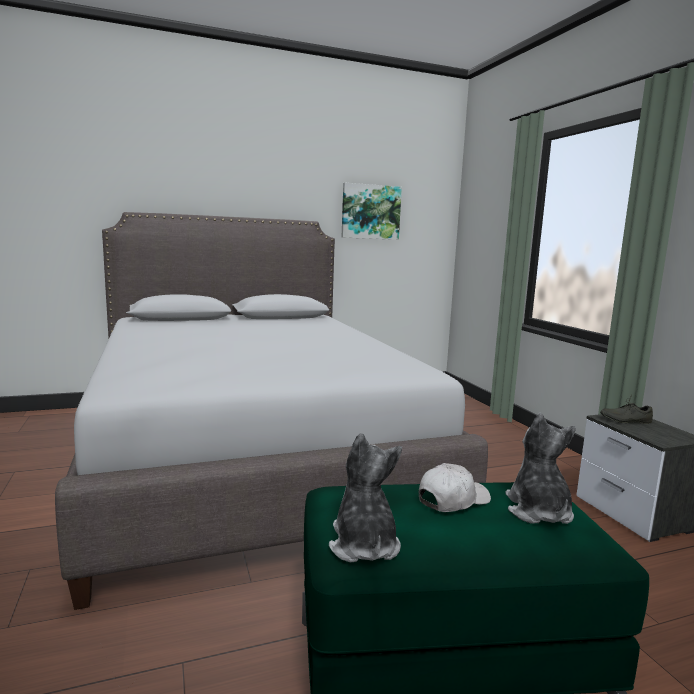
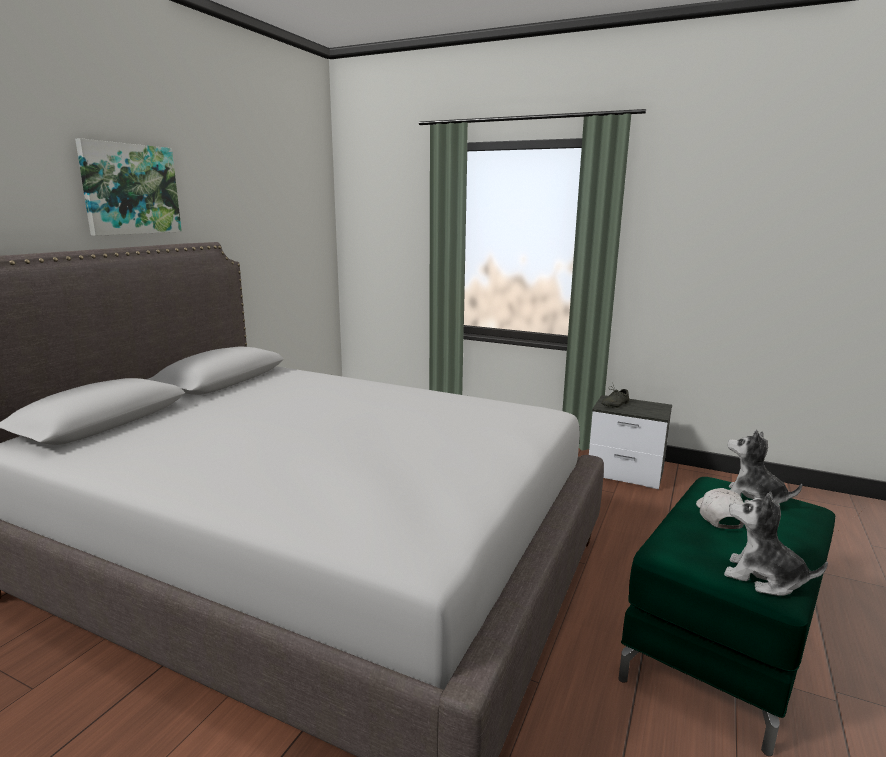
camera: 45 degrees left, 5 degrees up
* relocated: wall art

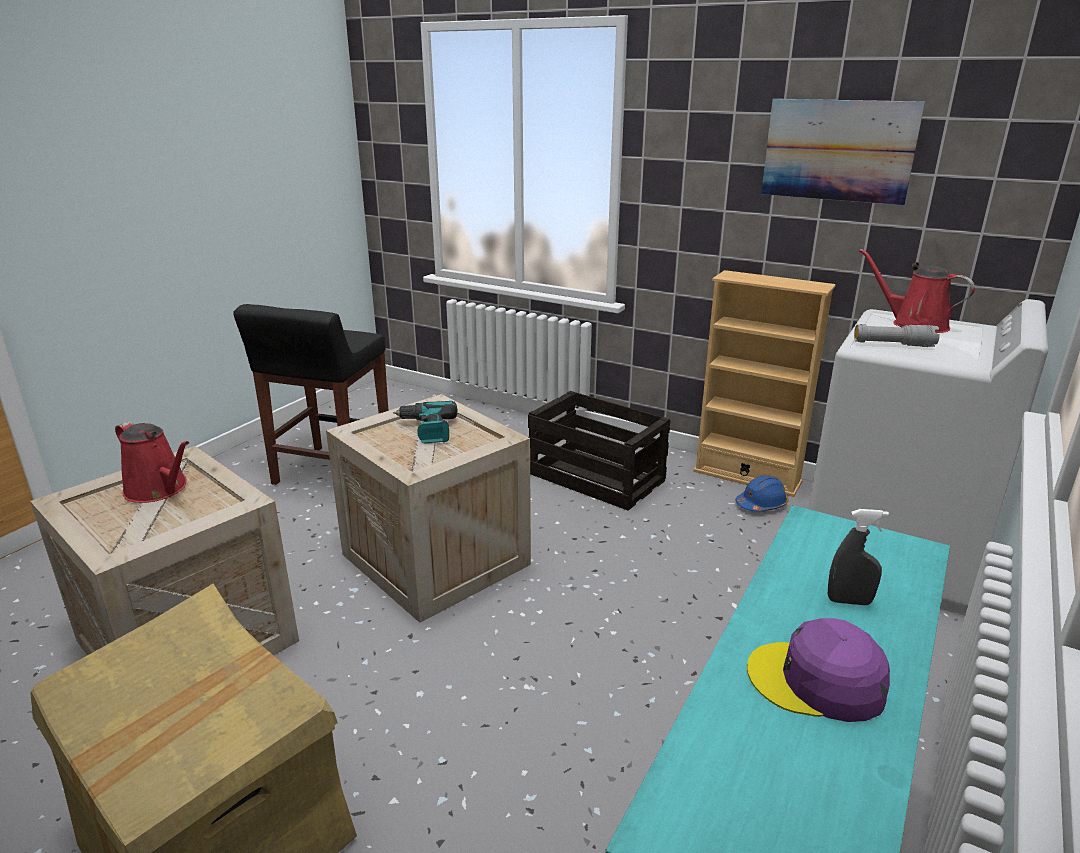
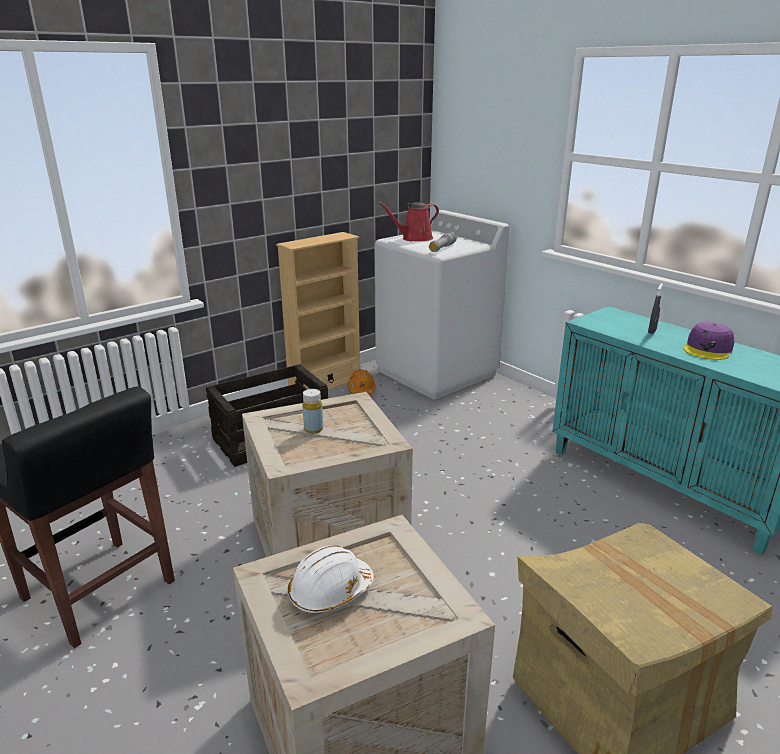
camera: 70 degrees left, 0 degrees up
* exchanged: red-coloured watering pot (no. 1 from left) to white hard hat
* exchanged: drill to yellow bottle
* colour: blue-coloured hard hat to orange-coloured hard hat
* missing: wall art

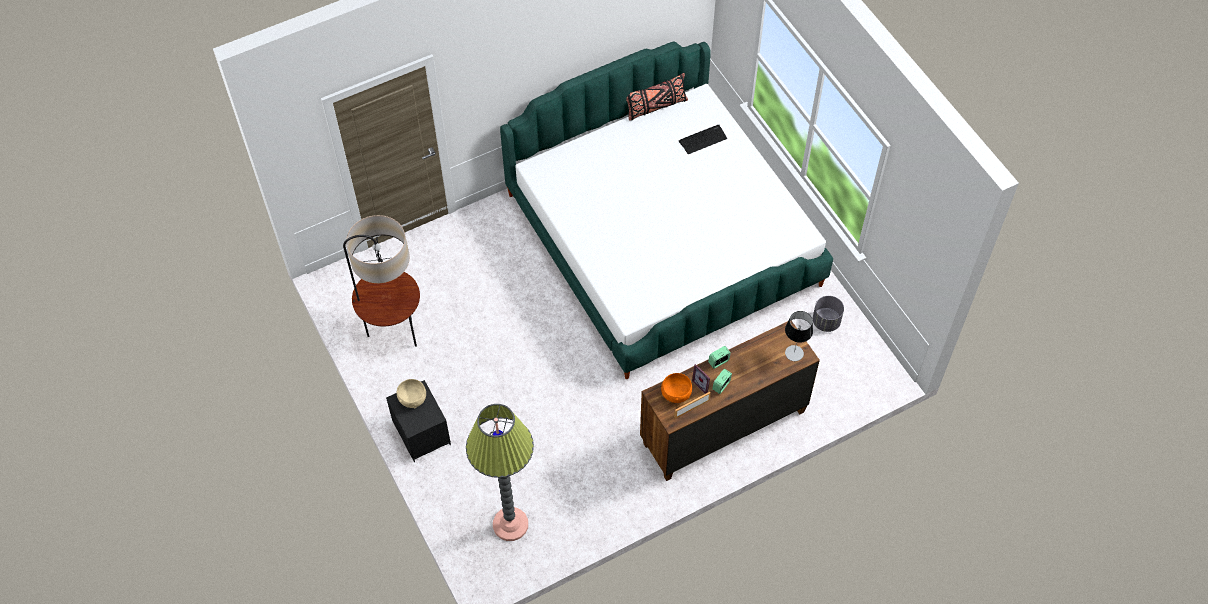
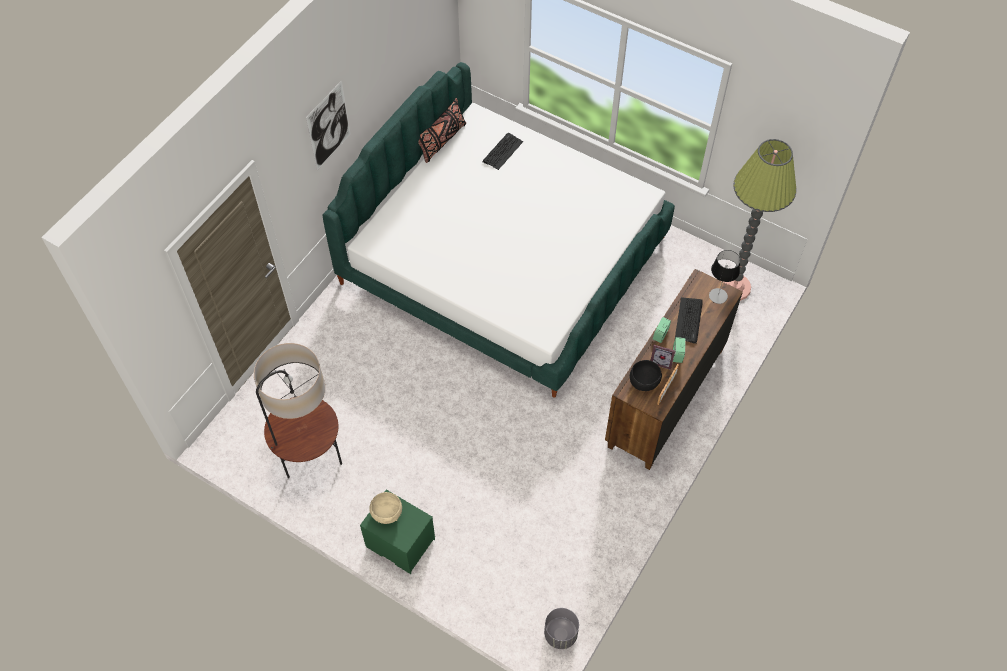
camera: 30 degrees left, 0 degrees up
* appeared: wall art
* colour: blackish nightstand to green-coloured nightstand
* relocated: greyish planter
* colour: orange-coloured deep dish to blackish deep dish
* appeared: keyboard (no. 2 from left)
* relocated: floor lamp (no. 2 from left)

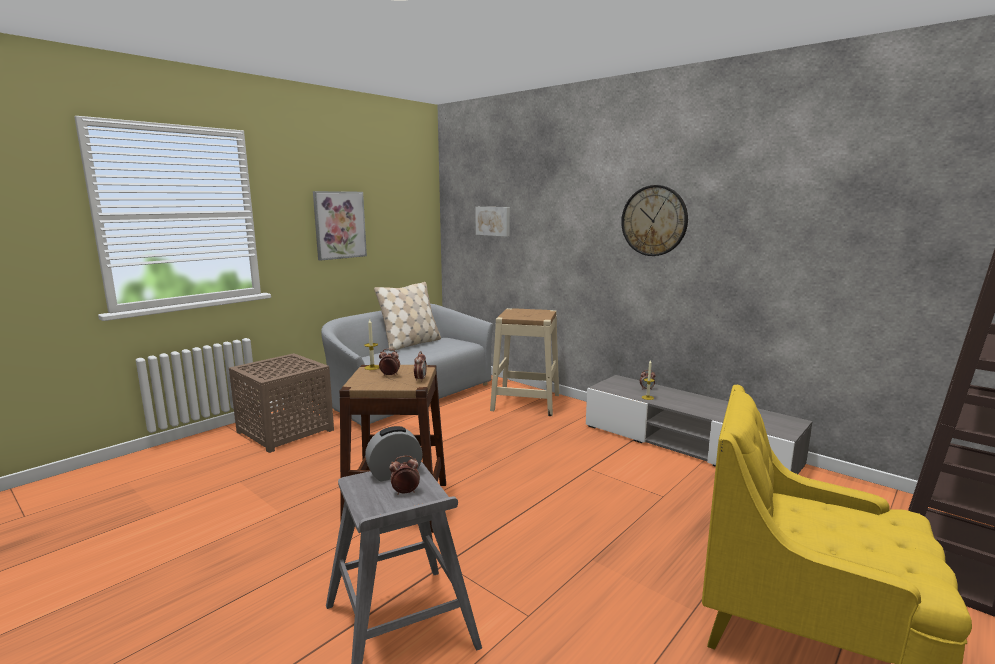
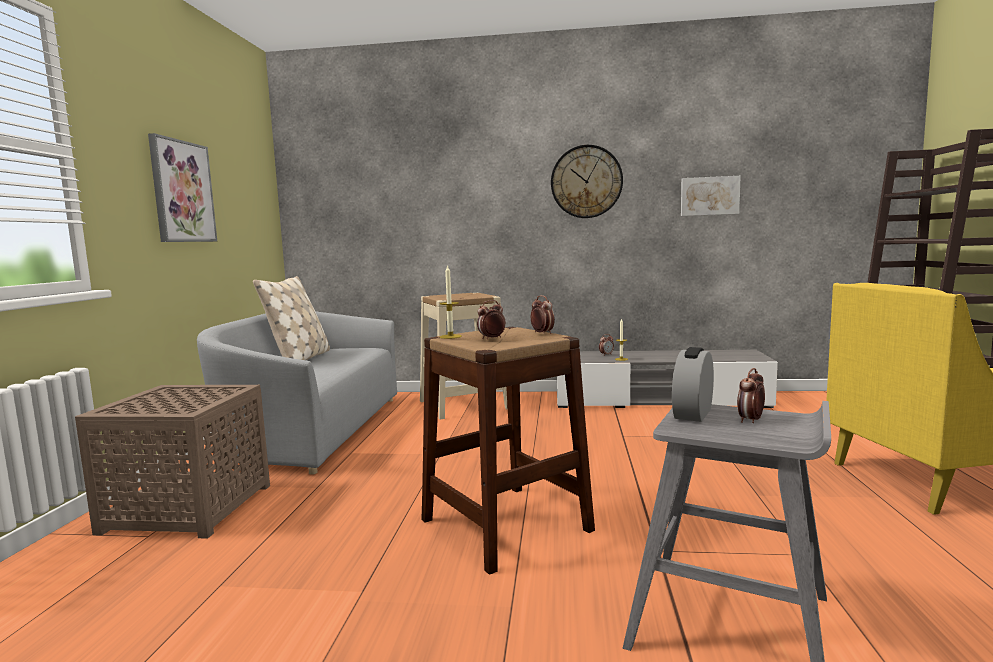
camera: 35 degrees left, 5 degrees down
* relocated: wall art (no. 2 from left)

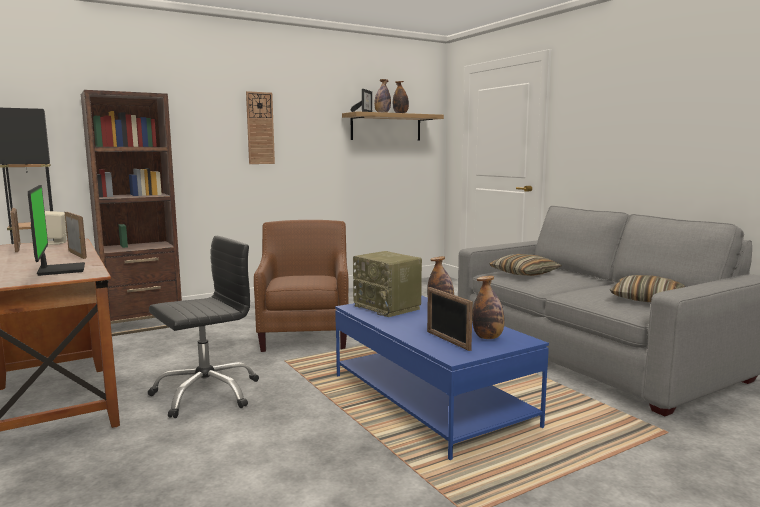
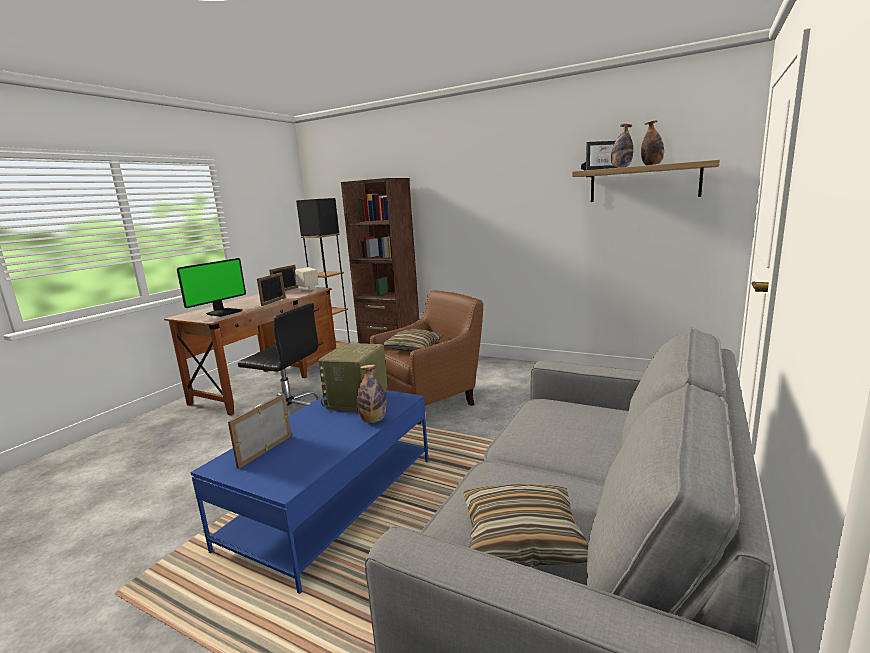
camera: 60 degrees right, 5 degrees up
* relocated: throw pillow (no. 1 from left)
* missing: clock on the wall
* missing: bottle (no. 4 from left)

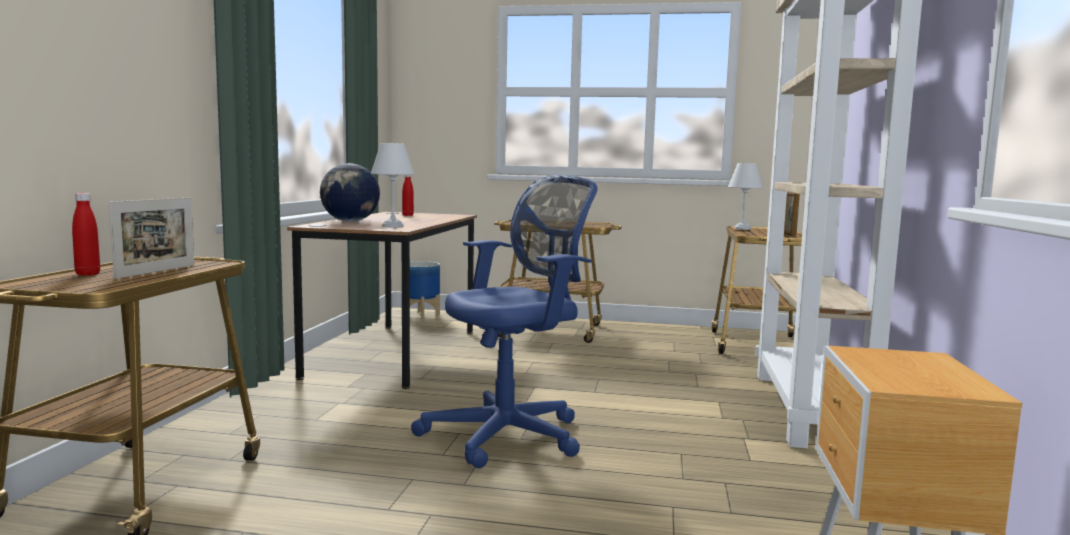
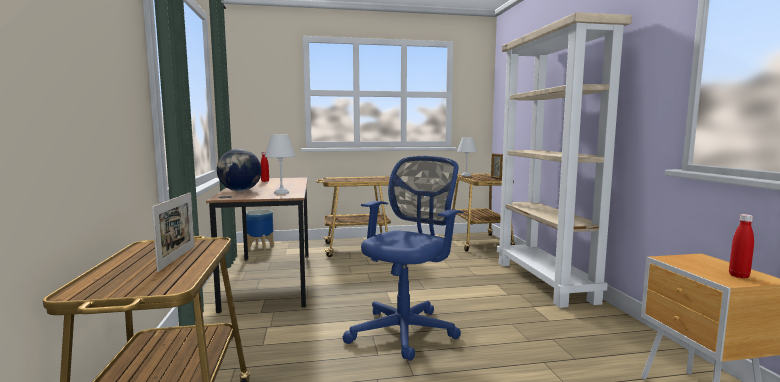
camera: 20 degrees left, 0 degrees up
* relocated: red-coloured bottle (no. 1 from left in the first image) to red-coloured bottle (no. 2 from left)

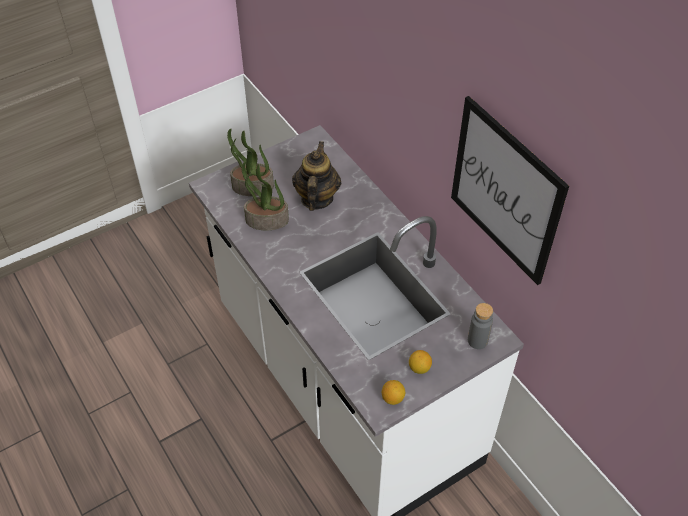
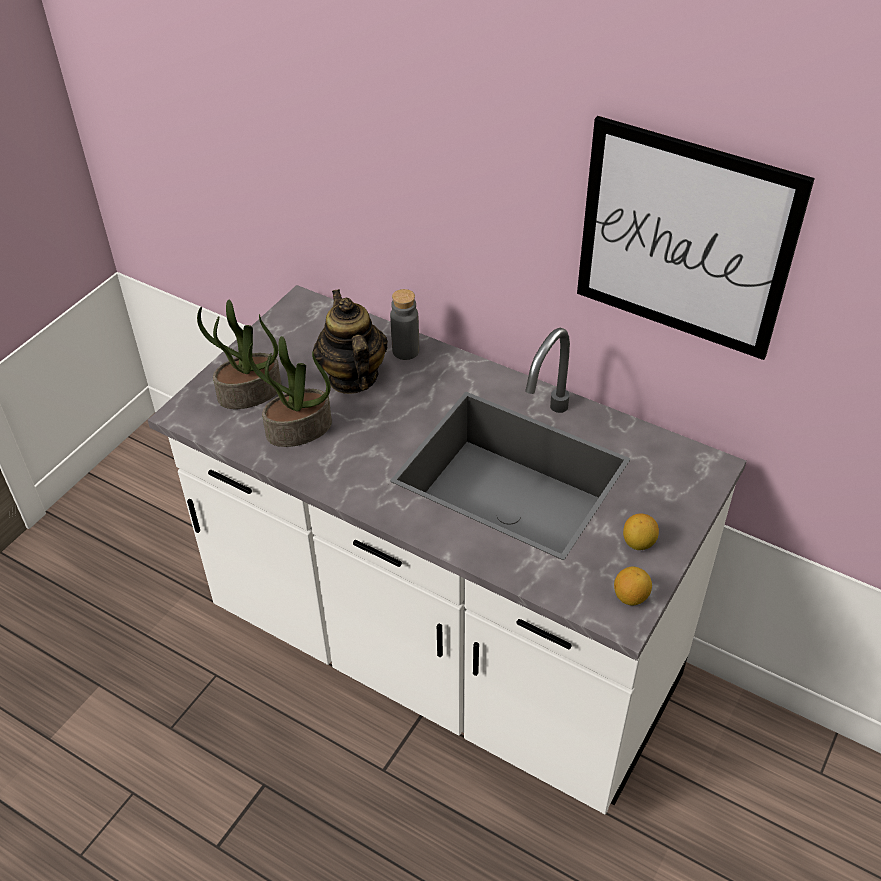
camera: 25 degrees left, 5 degrees down
* relocated: greyish bottle

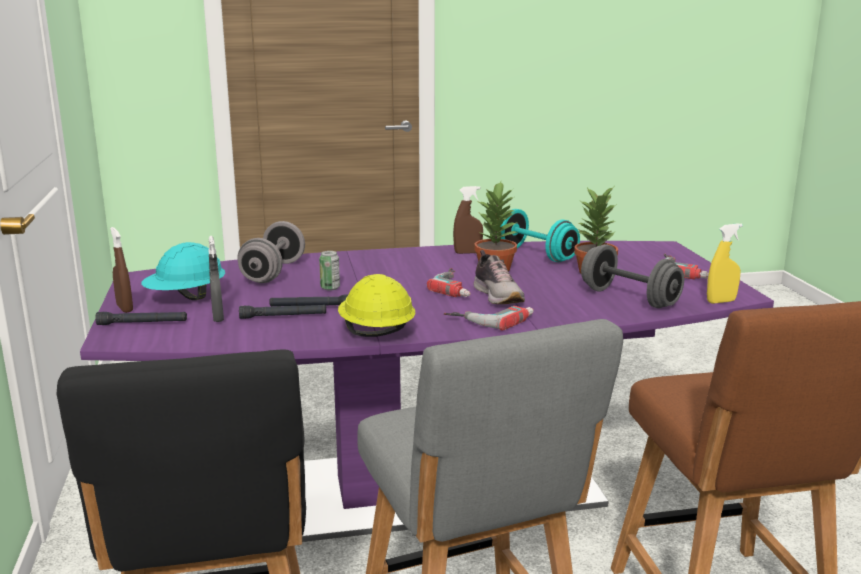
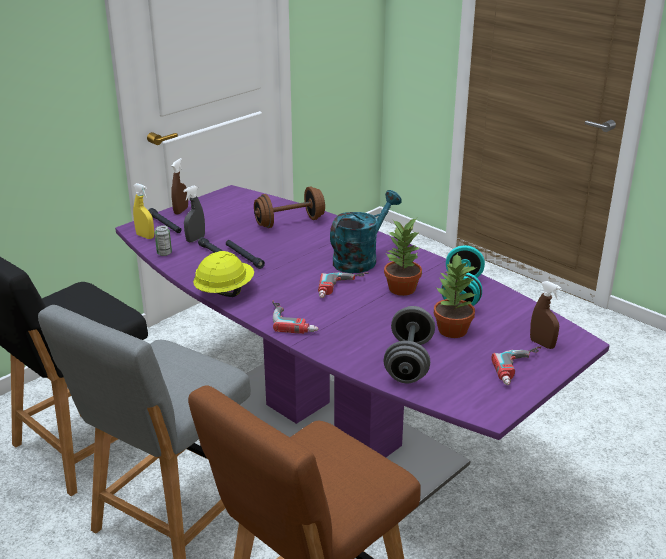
camera: 55 degrees right, 10 degrees up
* relocated: yellow spray bottle
* relocated: metal can
* colour: greyish free weight (no. 1 from left) to brown free weight
* appeared: turquoise watering pot
* relocated: brown spray bottle (no. 2 from left)
* missing: turquoise hard hat
* missing: shoe

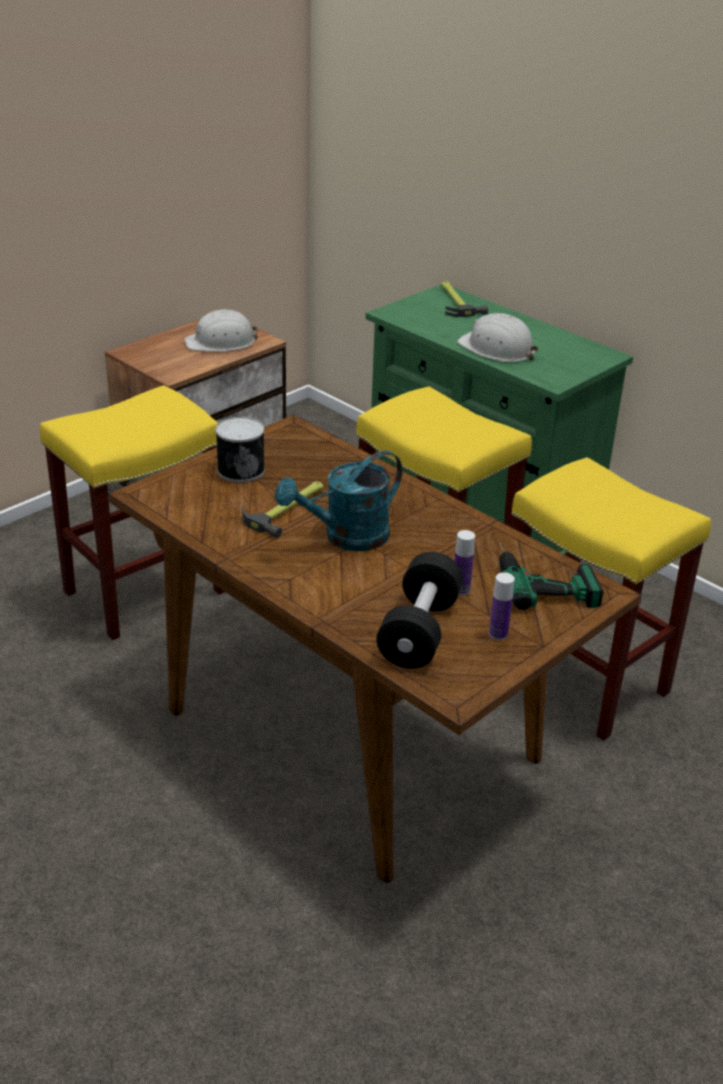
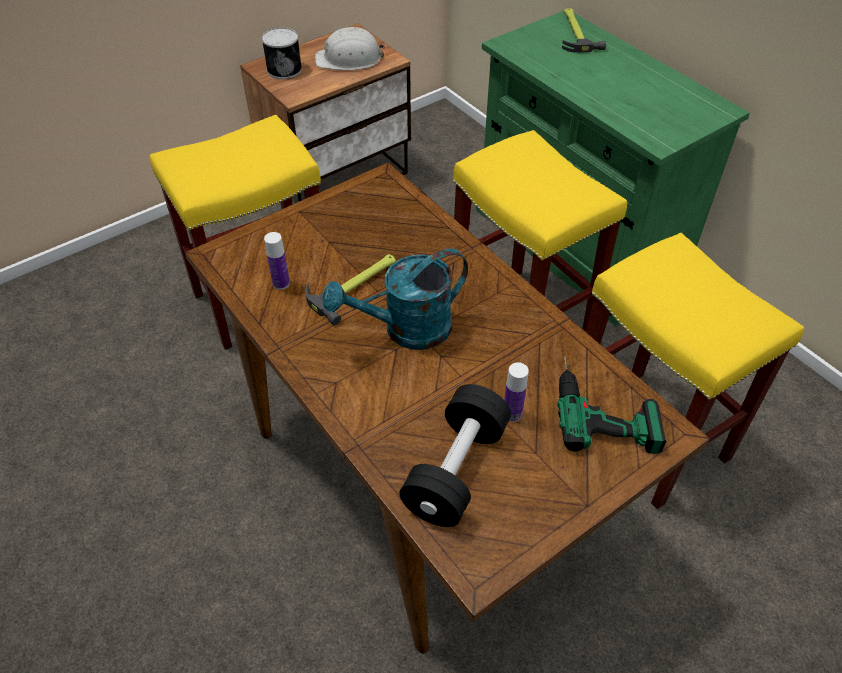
camera: 10 degrees right, 15 degrees up
* relocated: metal can
* relocated: bottle (no. 2 from left in the first image) to bottle (no. 1 from left)
* missing: white hard hat (no. 2 from left)

